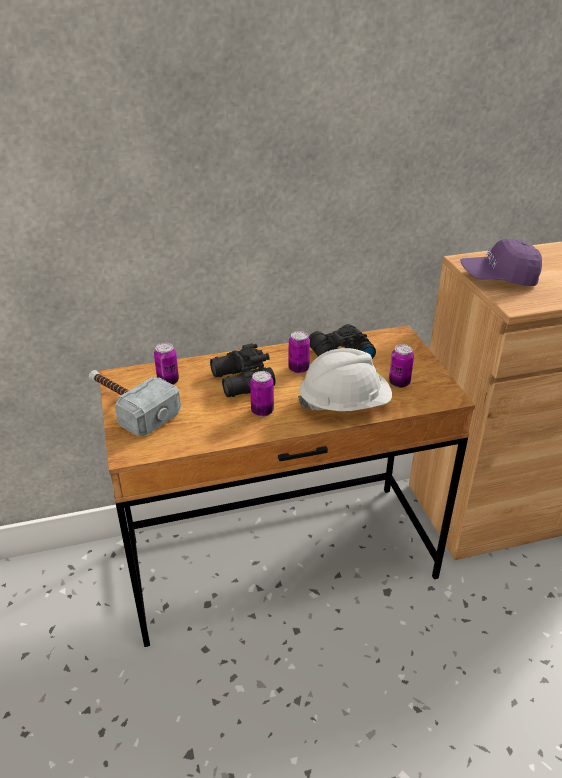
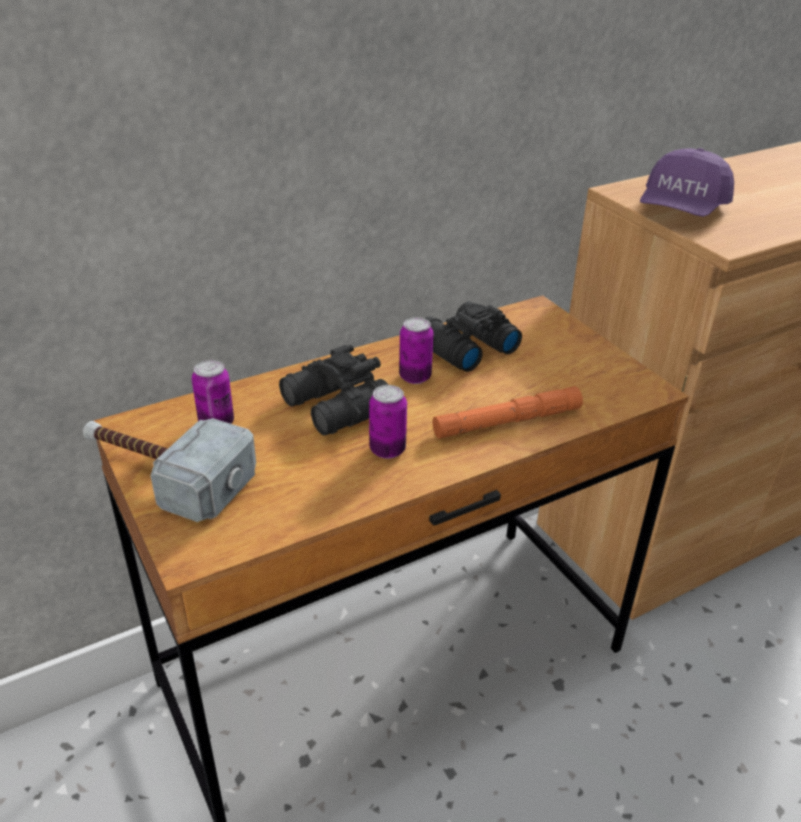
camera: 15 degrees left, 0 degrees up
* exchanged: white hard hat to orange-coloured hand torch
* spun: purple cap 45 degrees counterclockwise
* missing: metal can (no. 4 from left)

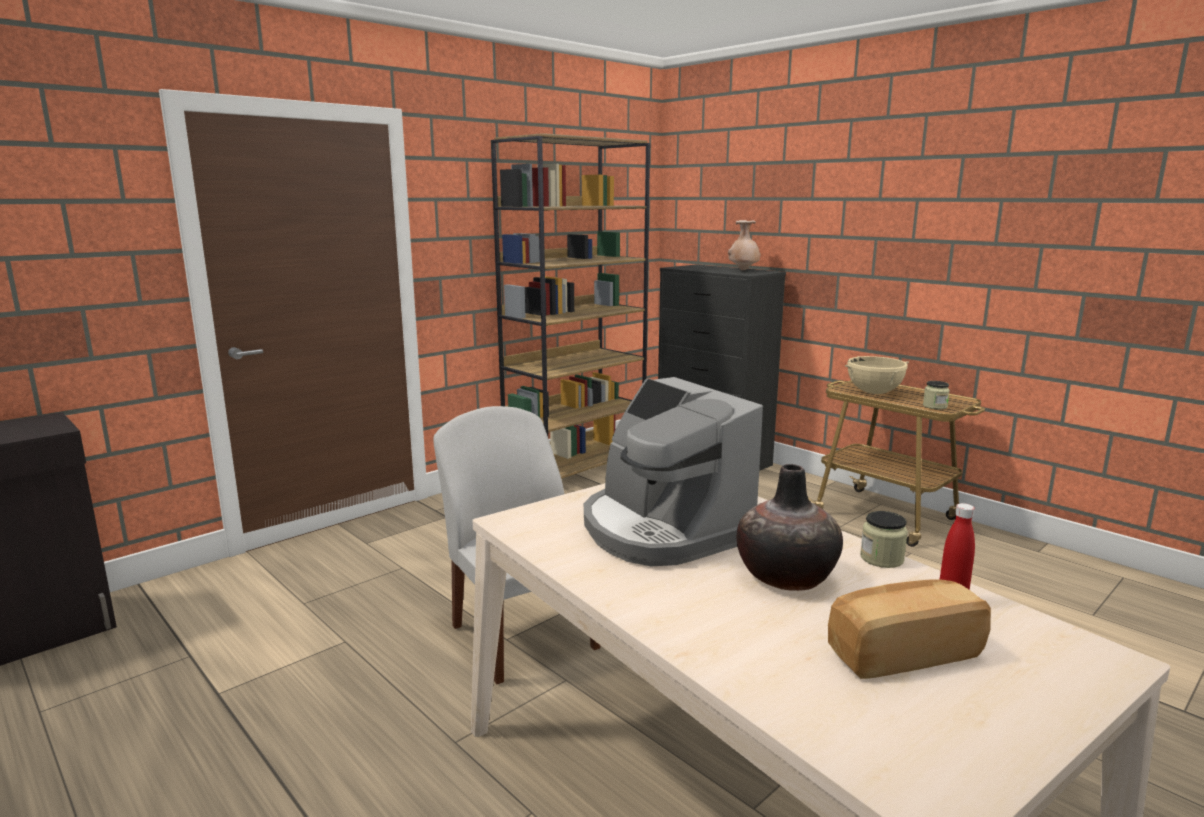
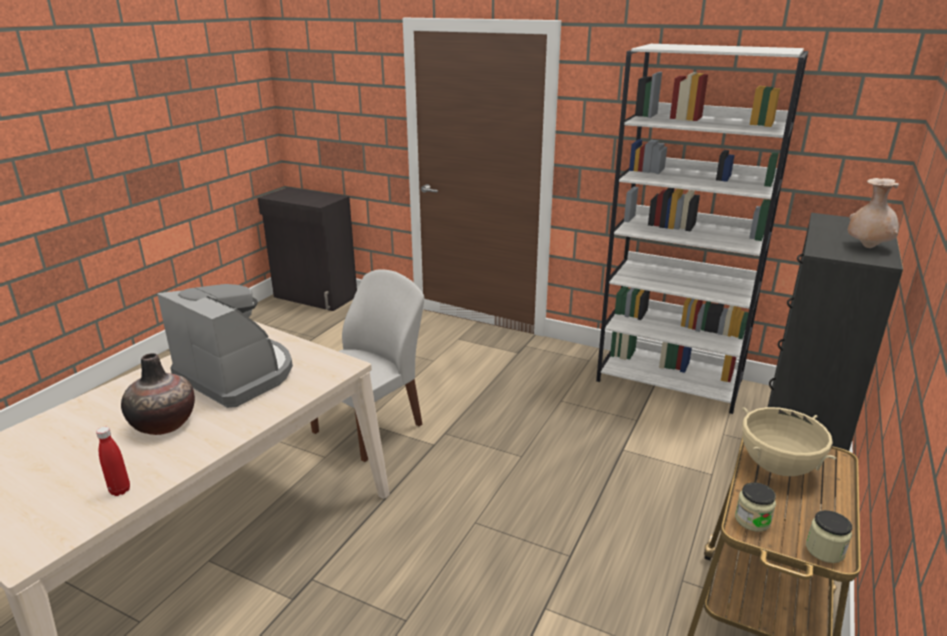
camera: 70 degrees right, 10 degrees up
* spun: coffee machine 90 degrees clockwise
* colour: brown bookcase to white bookcase
* relocated: preserve jar (no. 1 from left in the first image) to preserve jar (no. 2 from left)
* missing: baked bread

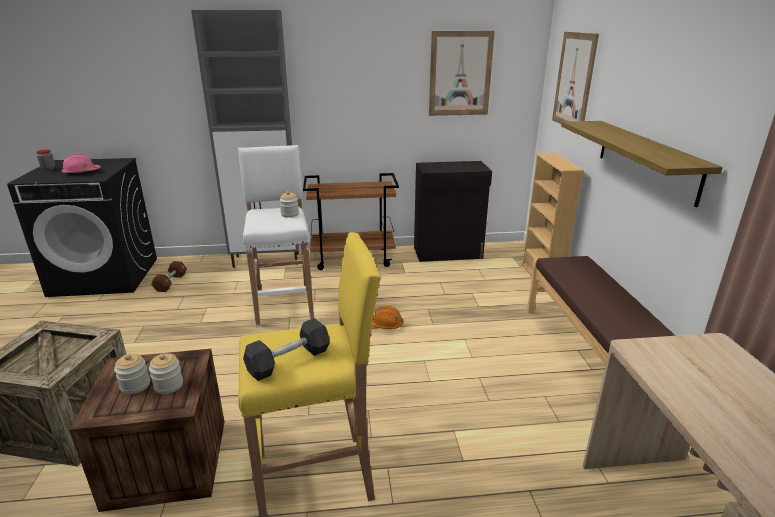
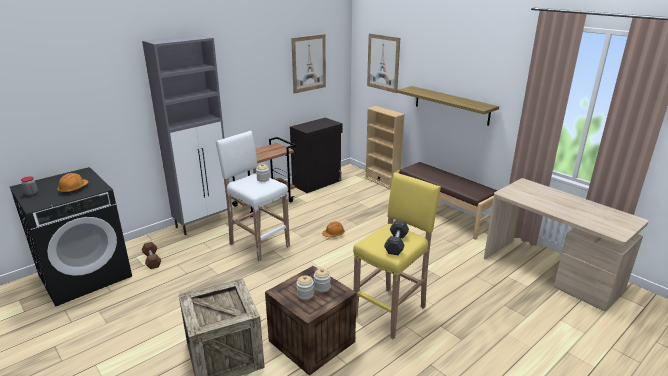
camera: 35 degrees left, 0 degrees up
* colour: pink hard hat to orange-coloured hard hat (no. 1 from left)

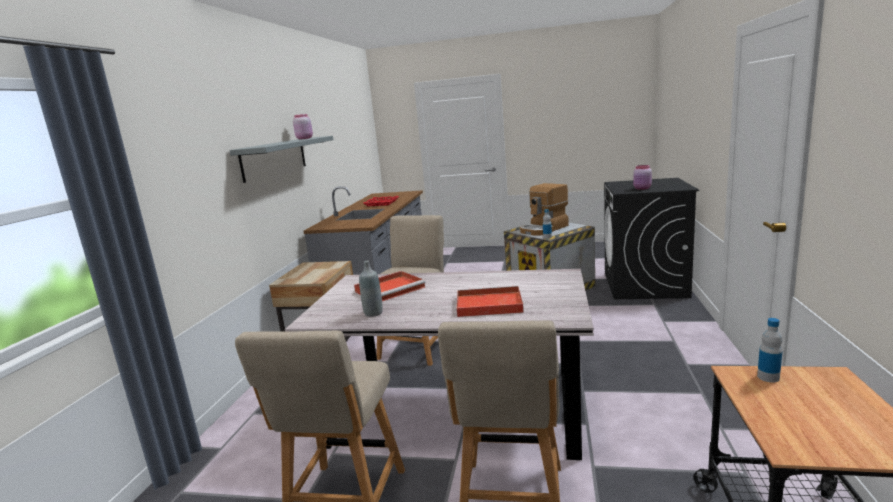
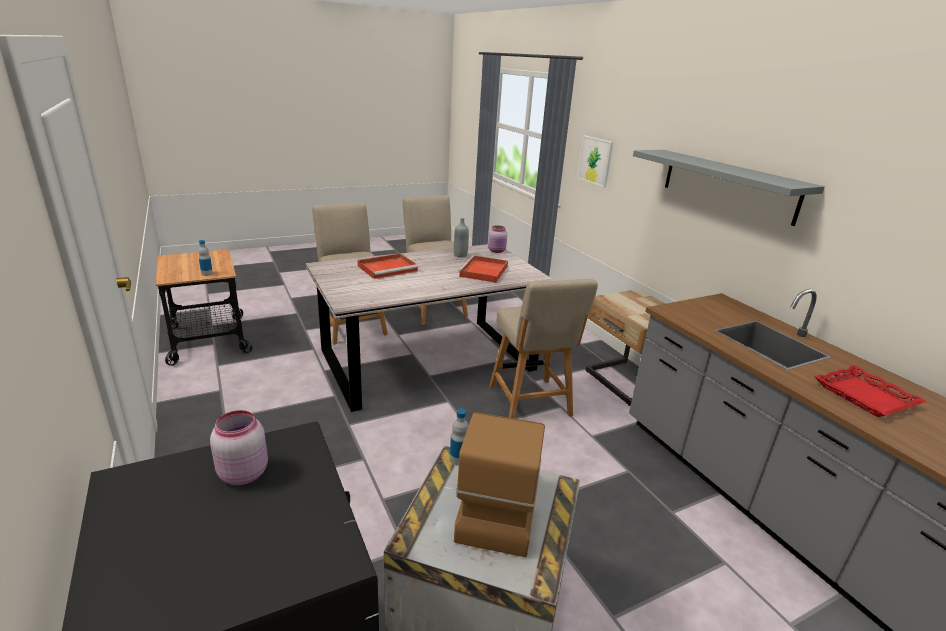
camera: 140 degrees right, 10 degrees up
* relocated: pink preserve jar (no. 1 from left in the first image) to pink preserve jar (no. 2 from left)
* appeared: wall art

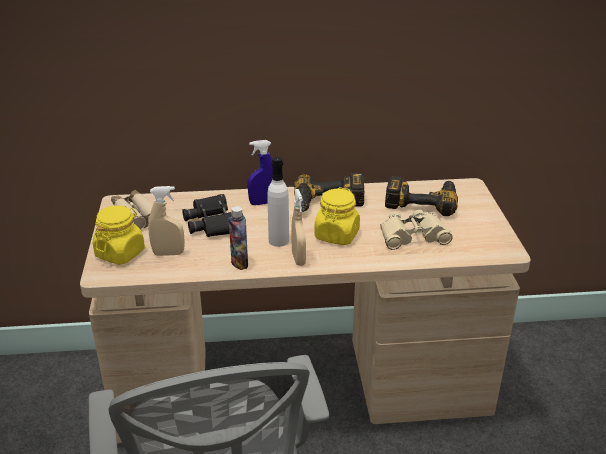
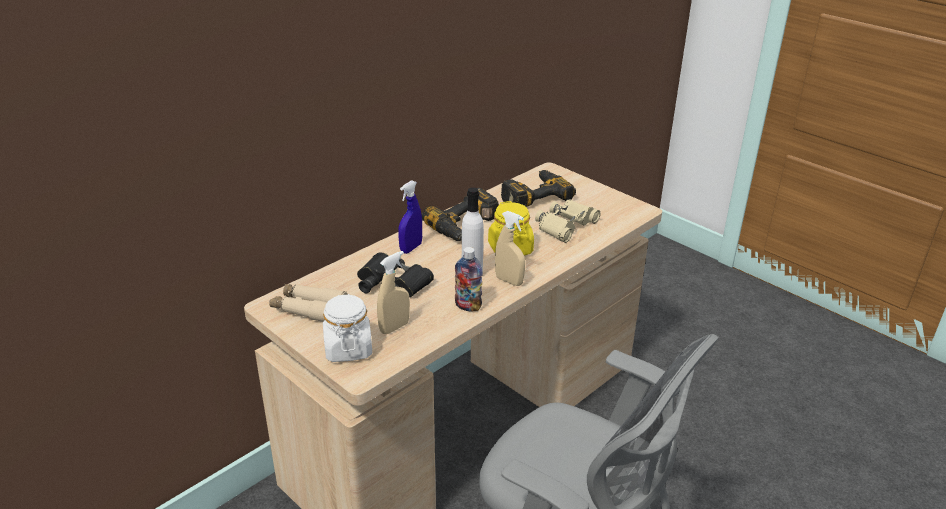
camera: 40 degrees left, 0 degrees up
* colour: yellow preserve jar (no. 1 from left) to white preserve jar

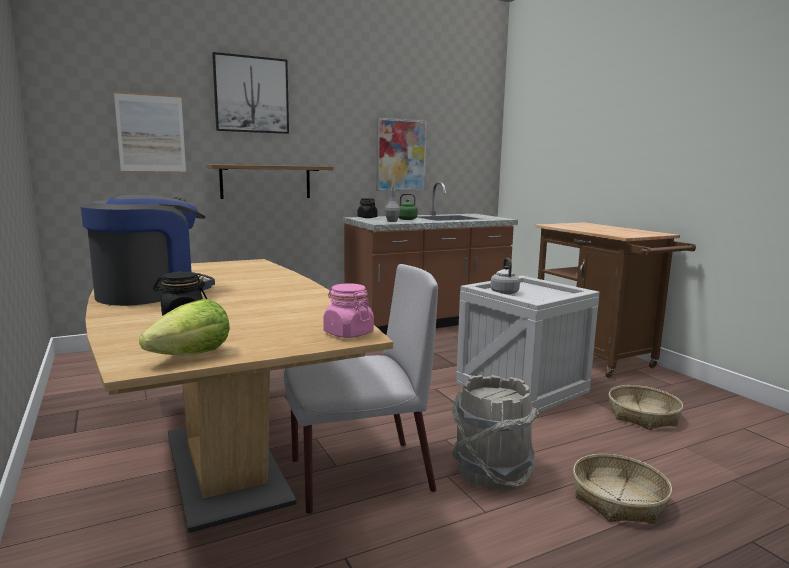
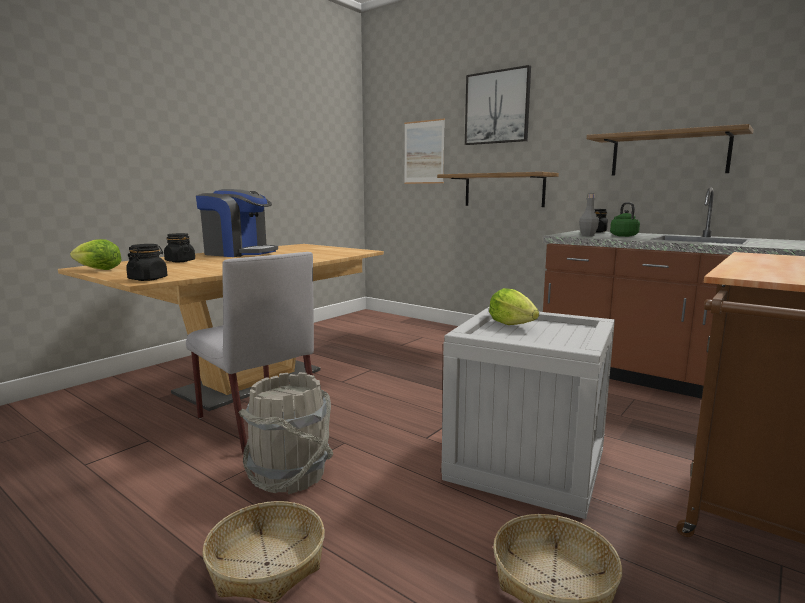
camera: 65 degrees right, 0 degrees up
* colour: pink preserve jar to blackish preserve jar (no. 1 from left)
* exchanged: greyish water kettle to lettuce head (no. 2 from left)
* exchanged: wall art (no. 3 from left) to shelf (no. 2 from left)

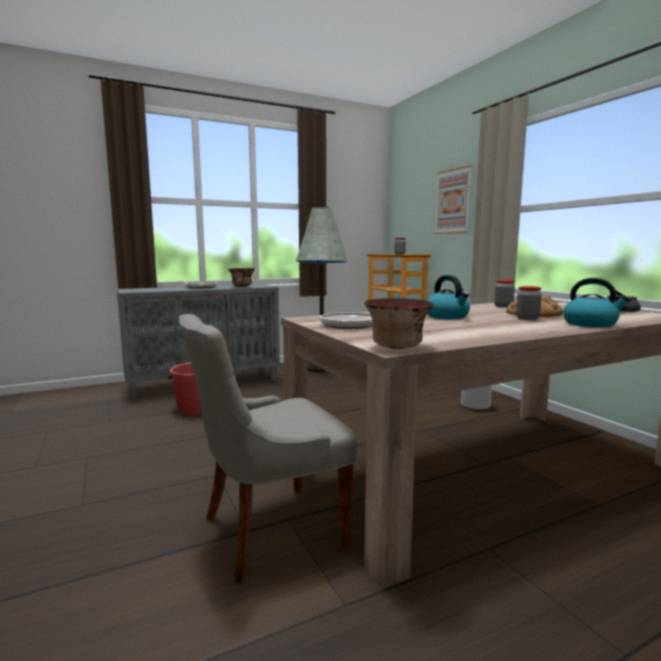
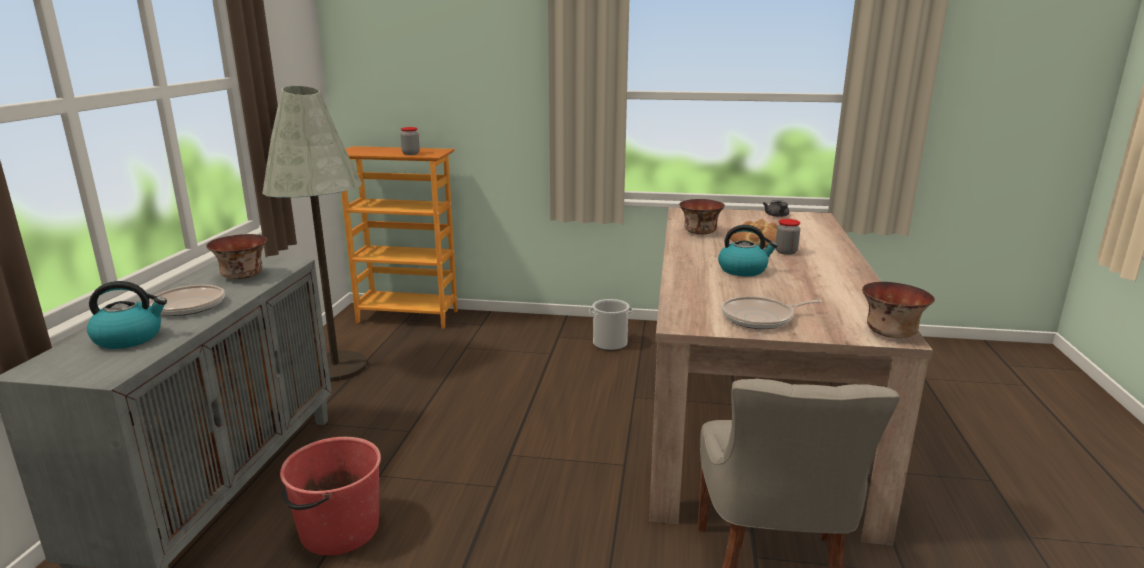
camera: 55 degrees left, 10 degrees up
* relocated: water kettle (no. 2 from left in the first image) to water kettle (no. 1 from left)
* exchanged: preserve jar (no. 2 from left) to deep dish (no. 2 from left)
* missing: wall art

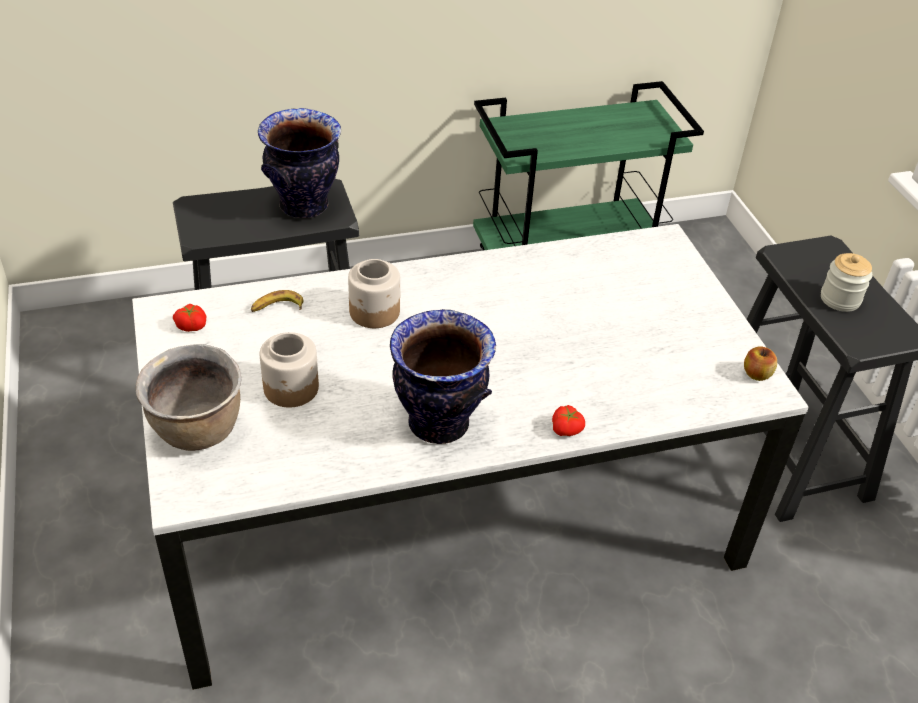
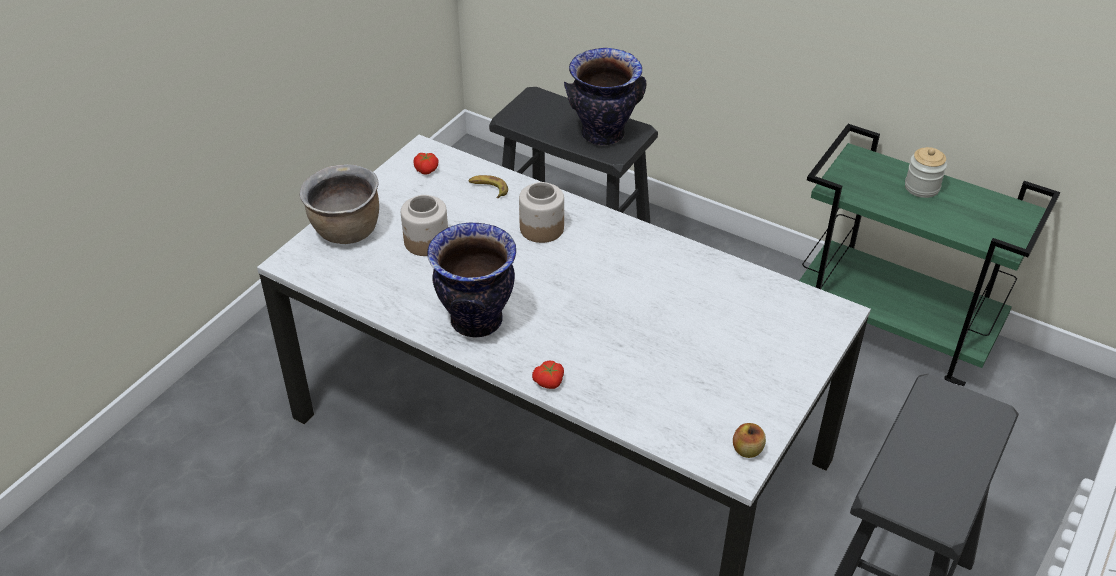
camera: 50 degrees right, 0 degrees up
* relocated: preserve jar (no. 3 from left)

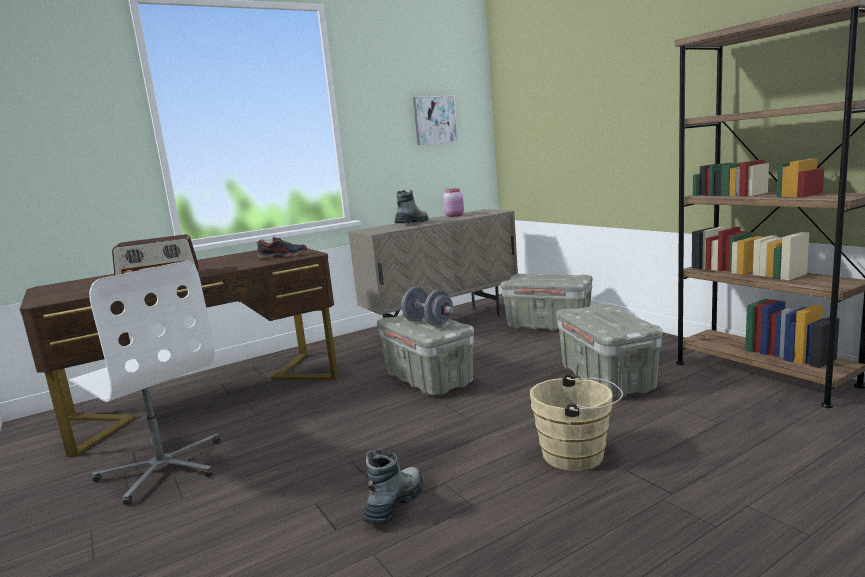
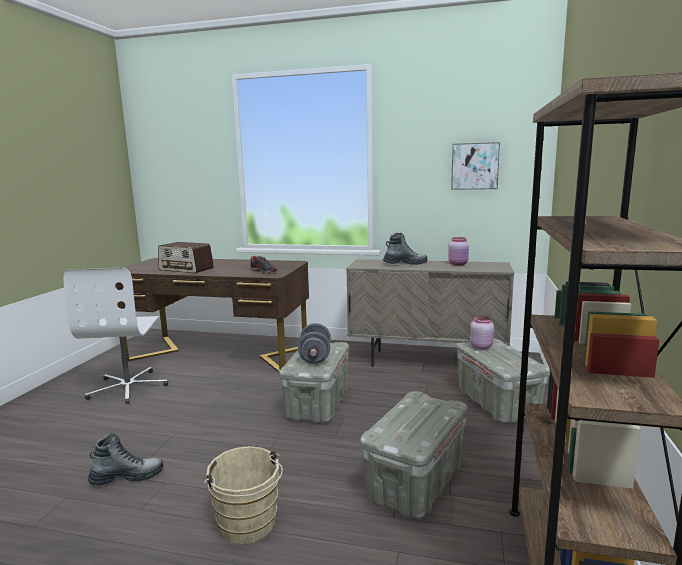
camera: 45 degrees right, 0 degrees up
* appeared: pink preserve jar (no. 2 from left)

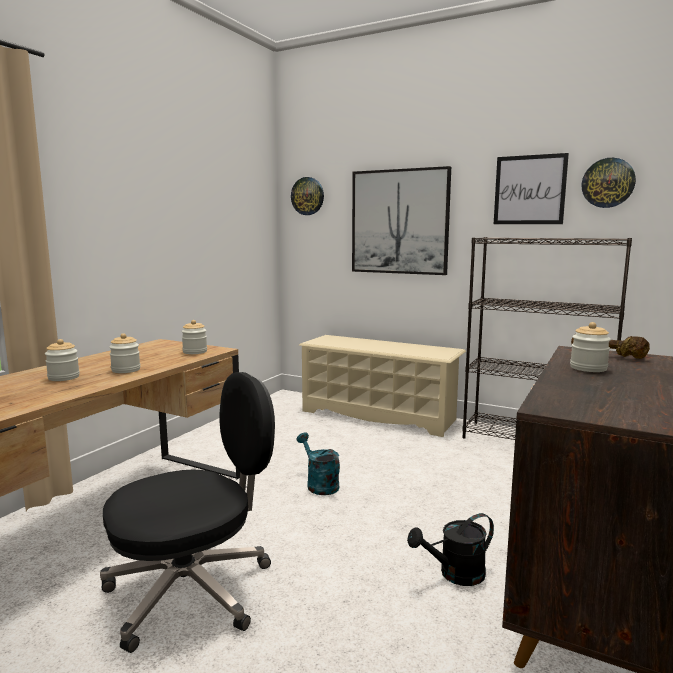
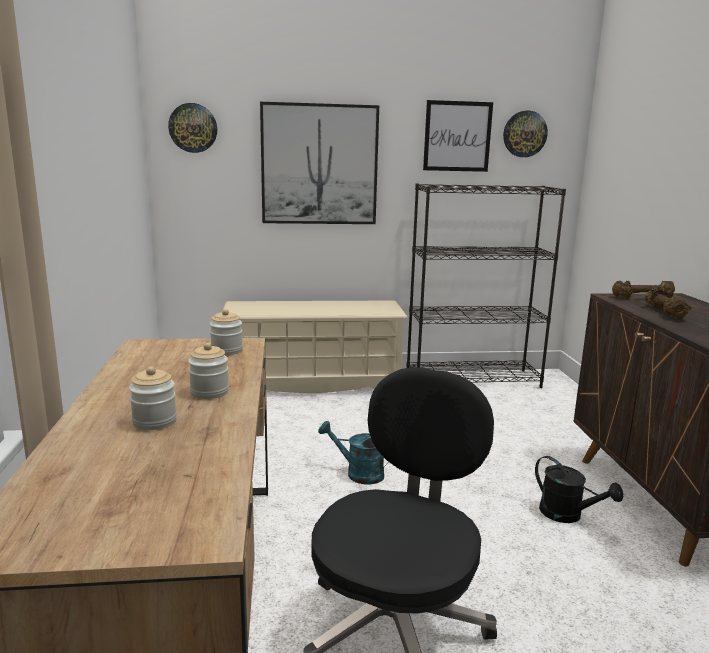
camera: 35 degrees left, 5 degrees up
* spun: blackish watering pot 75 degrees counterclockwise
* exchanged: preserve jar (no. 4 from left) to brown free weight (no. 2 from left)

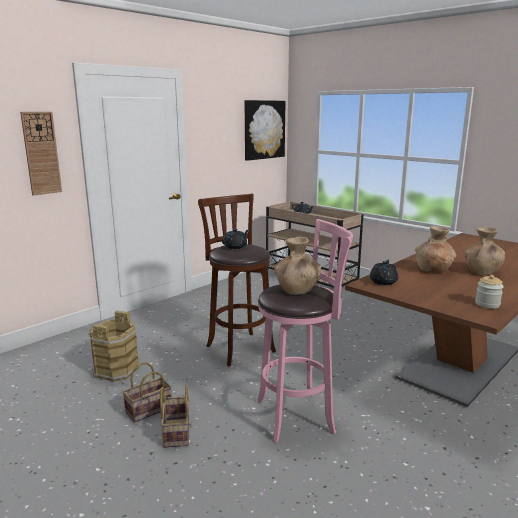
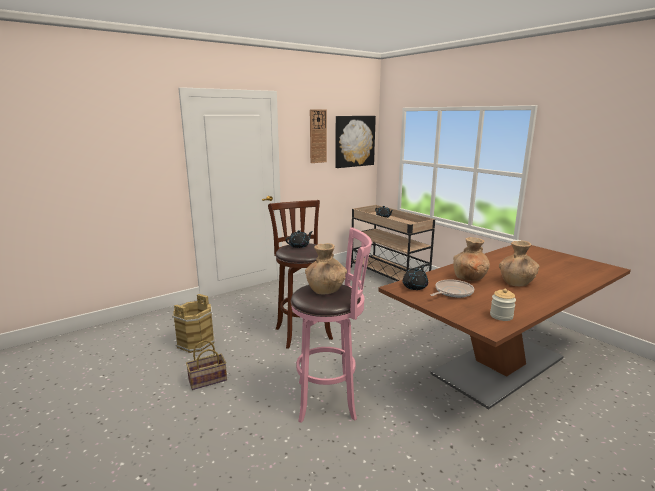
camera: 10 degrees right, 0 degrees up
* relocated: clock on the wall
* appeared: skillet
* missing: storage basket (no. 2 from left)

